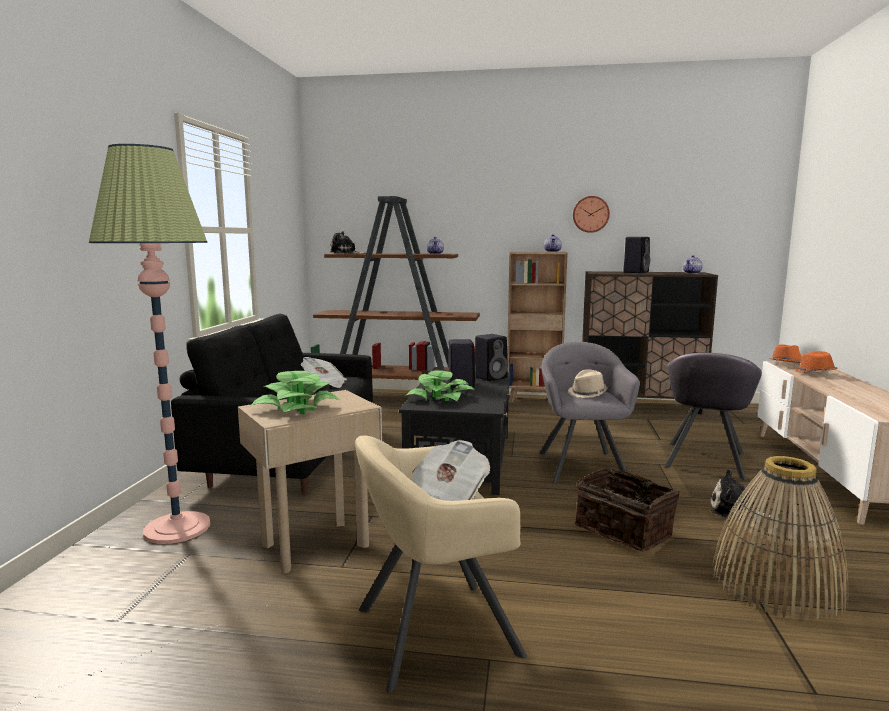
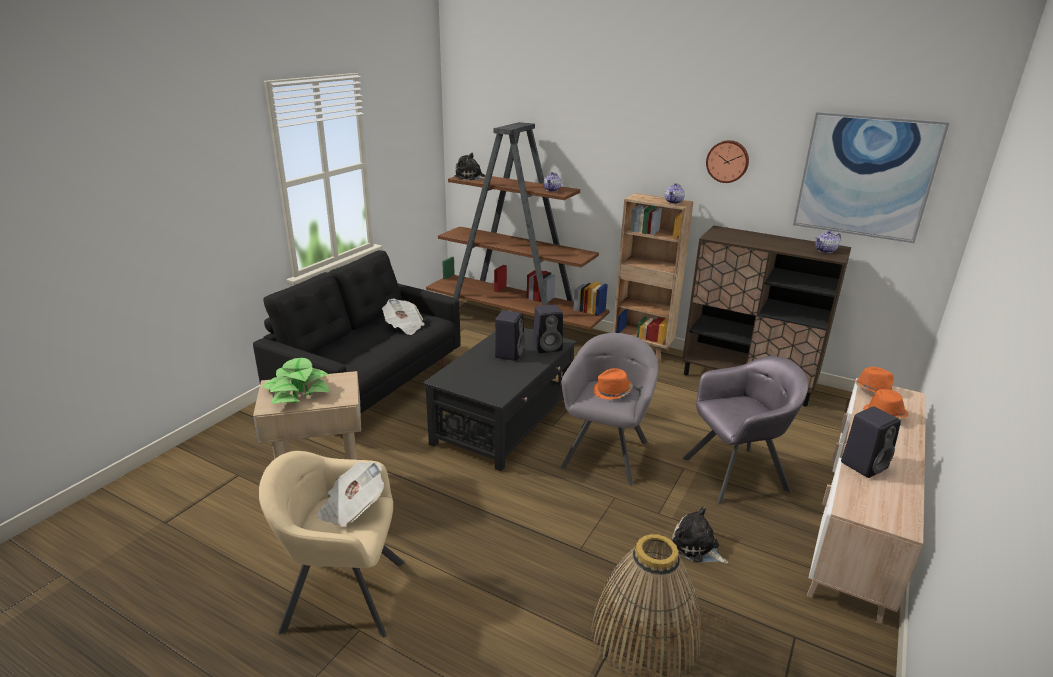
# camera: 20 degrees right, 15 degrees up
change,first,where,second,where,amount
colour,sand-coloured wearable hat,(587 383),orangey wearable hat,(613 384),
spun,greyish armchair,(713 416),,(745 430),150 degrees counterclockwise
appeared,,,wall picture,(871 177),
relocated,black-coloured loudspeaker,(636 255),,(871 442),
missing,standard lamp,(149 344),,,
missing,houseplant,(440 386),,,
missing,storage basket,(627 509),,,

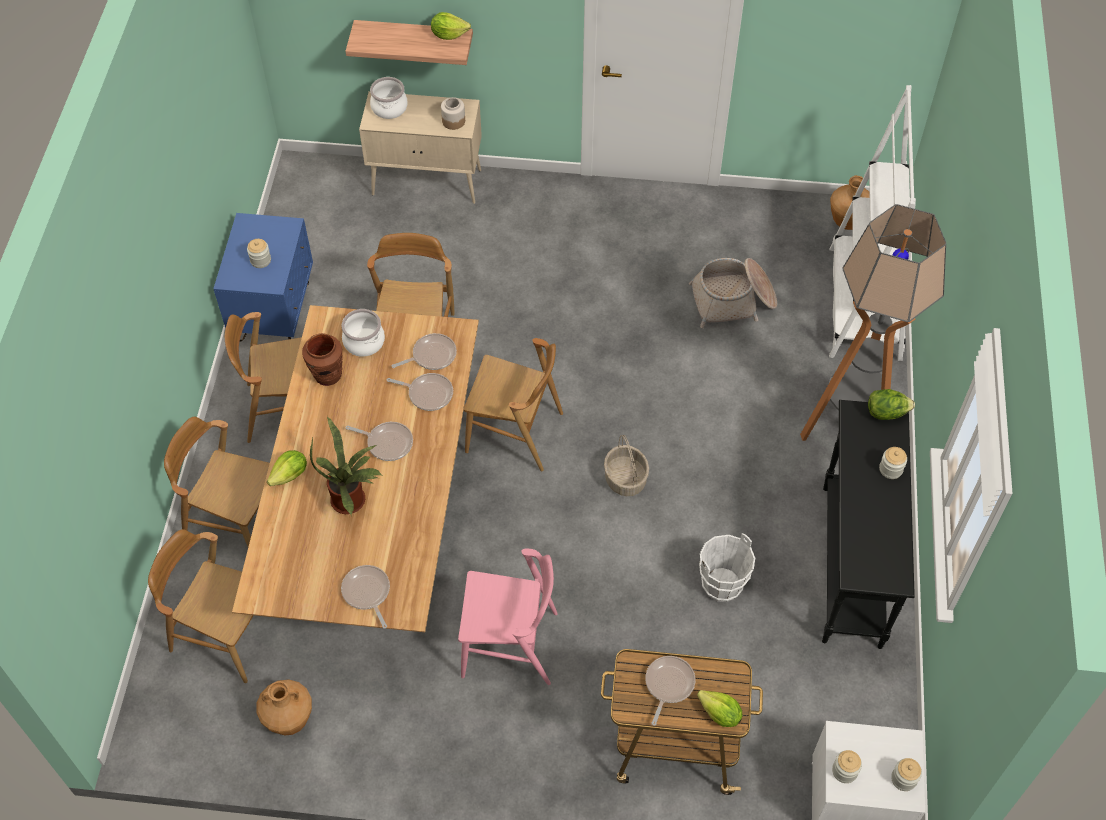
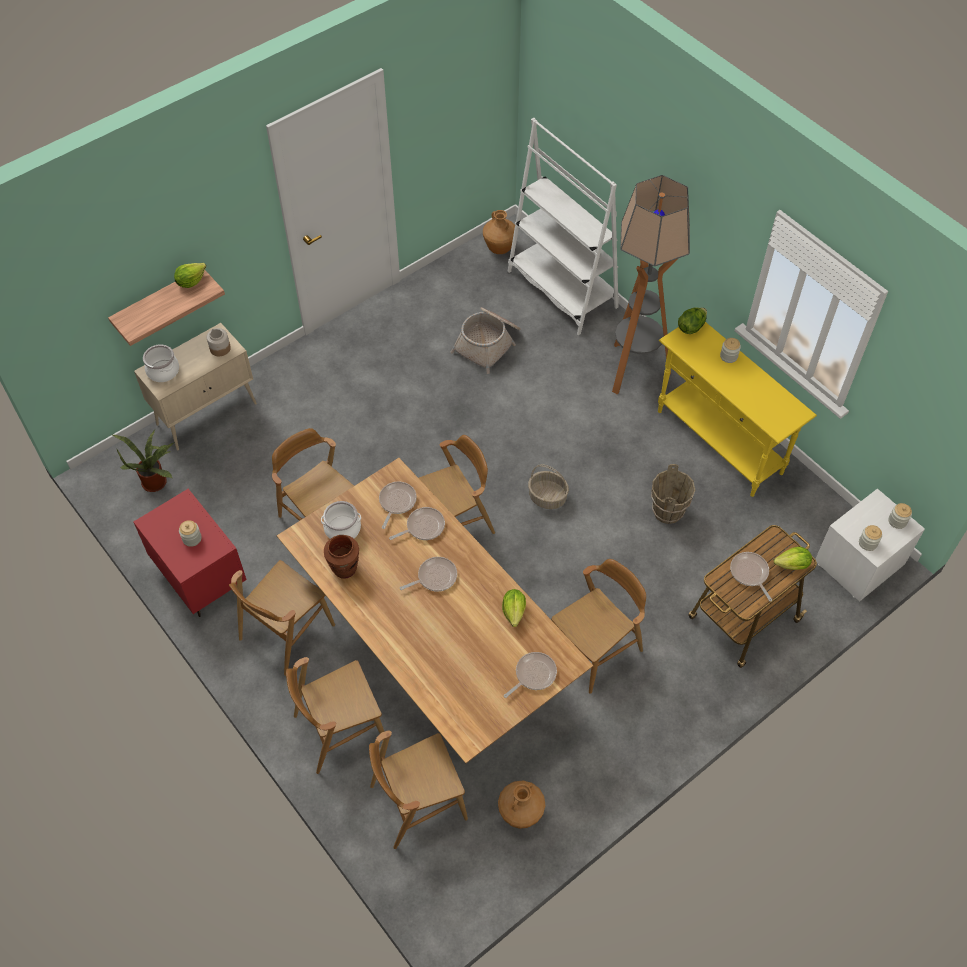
# camera: 45 degrees left, 0 degrees up
change,first,where,second,where,amount
relocated,houseplant,(345 466),,(144 461),
colour,blue-coloured night table,(263 277),reddish night table,(190 553),
relocated,lettuce,(287 468),,(514 608),
spun,pan,(365 597),,(530 675),120 degrees clockwise
colour,pink chair,(508 616),brown-coloured chair,(598 626),
colour,whitish water bucket,(727 567),brown-coloured water bucket,(673 494),
colour,black-coloured console table,(868 524),yellowish console table,(737 409),

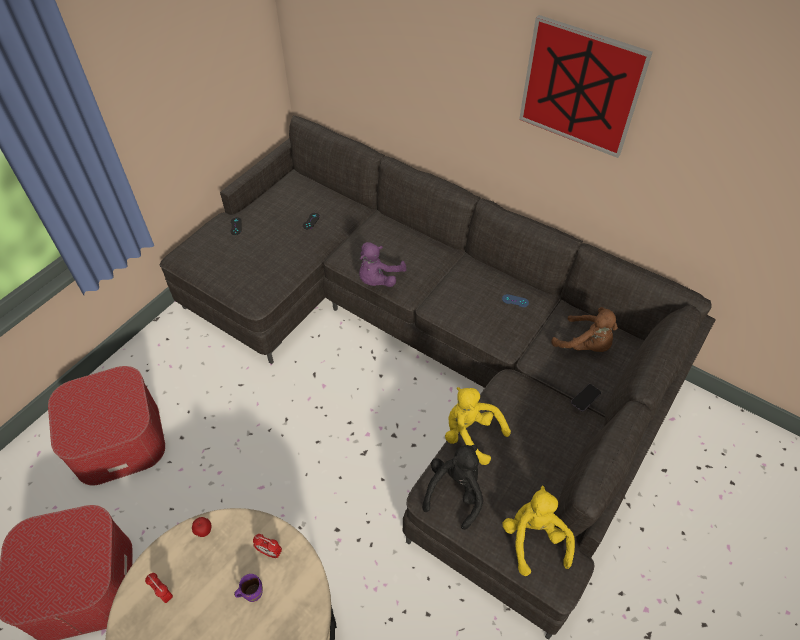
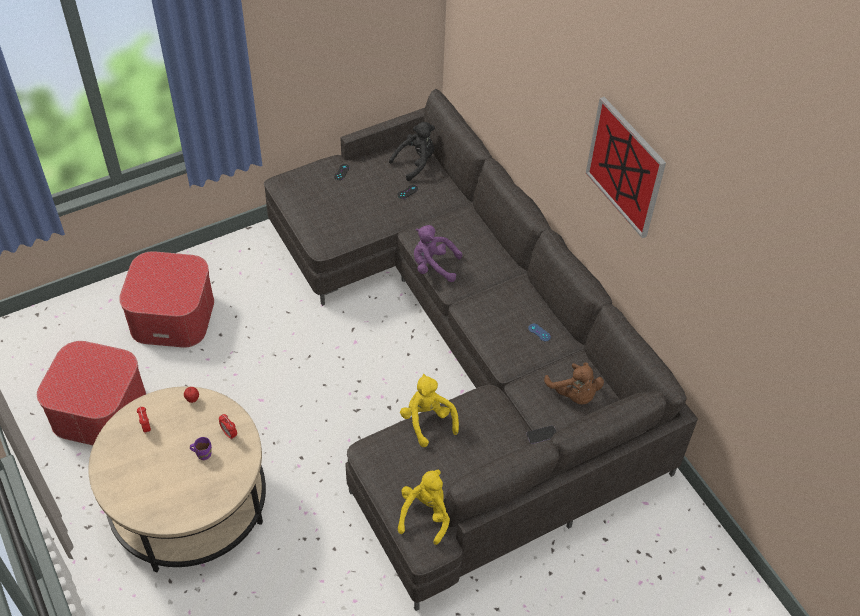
# camera: 25 degrees right, 0 degrees up
change,first,where,second,where,amount
relocated,black-coloured soft toy,(453 487),,(412 151),
spun,purplish soft toy,(382 264),,(438 253),45 degrees clockwise

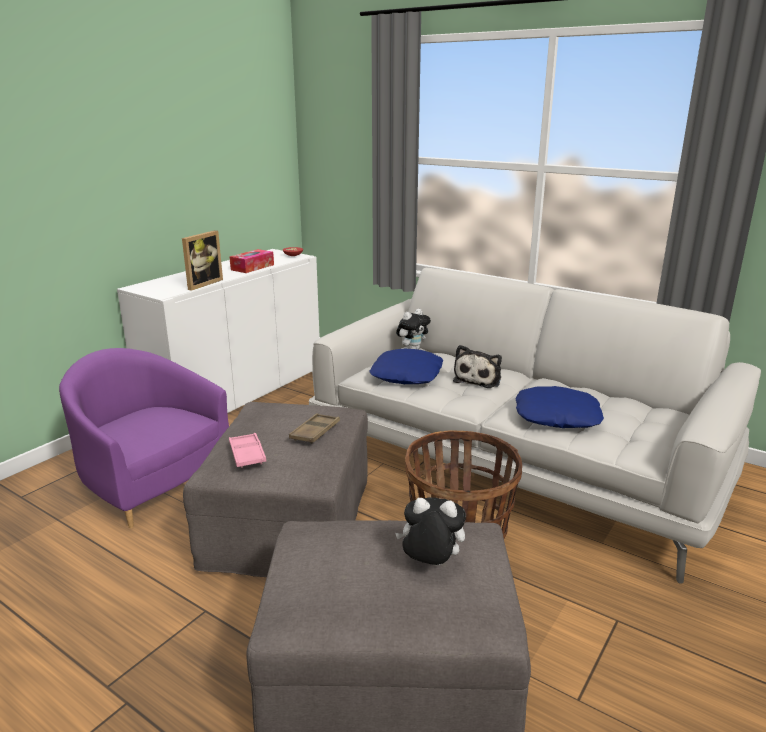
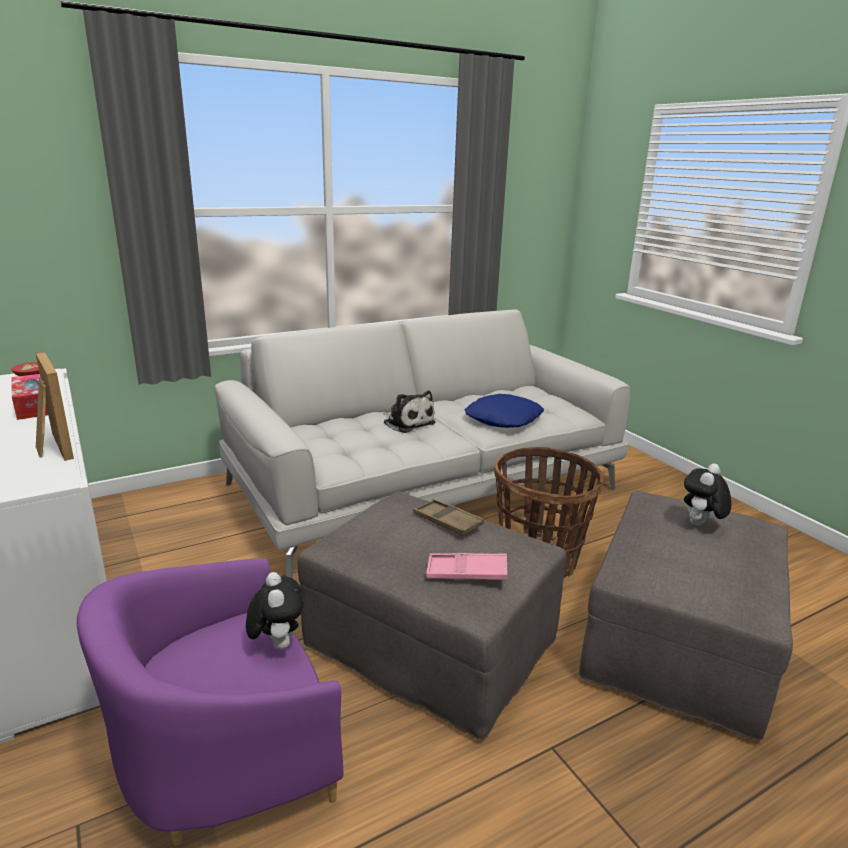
# camera: 65 degrees left, 0 degrees up
change,first,where,second,where,amount
relocated,soft toy,(413 329),,(275 611),
missing,blue-coloured pillow,(406 366),,,

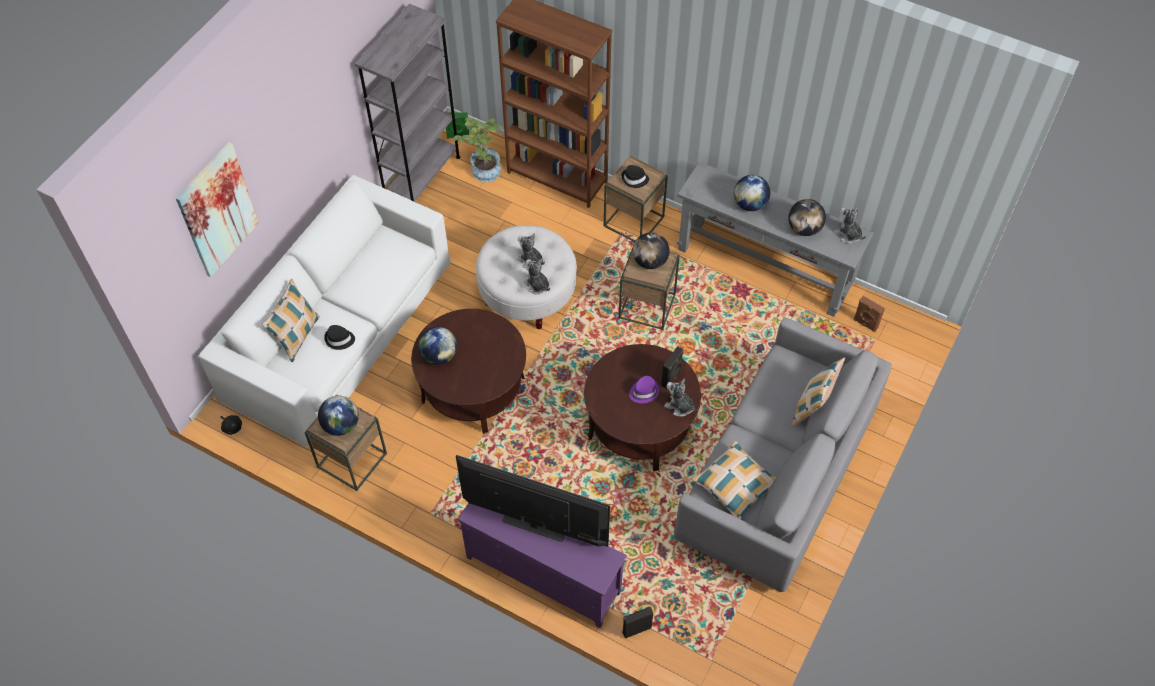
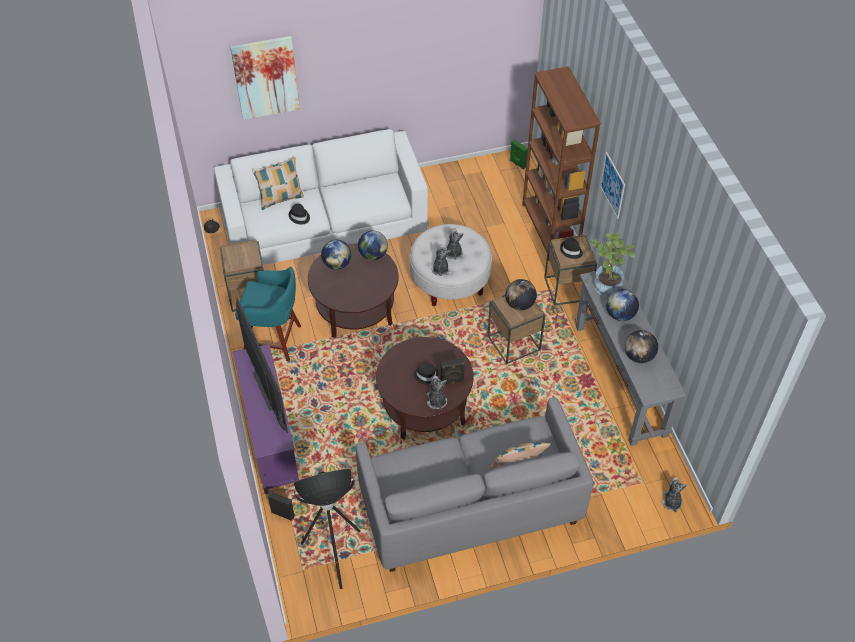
# camera: 45 degrees right, 5 degrees down
change,first,where,second,where,amount
appeared,,,turquoise sitting stool,(268 314),
appeared,,,standard lamp,(326 529),
relocated,desk globe,(338 416),,(373 245),
colour,purplish wearable hat,(644 389),black-coloured wearable hat,(426 374),
relocated,houseplant,(477 149),,(612 264),
appeared,,,wall picture,(612 185),
relocated,soft toy,(850 225),,(674 494),
missing,greyish bookcase,(407 103),,,
missing,pillow,(733 480),,,
missing,brown-coloured loudspeaker,(869 314),,,

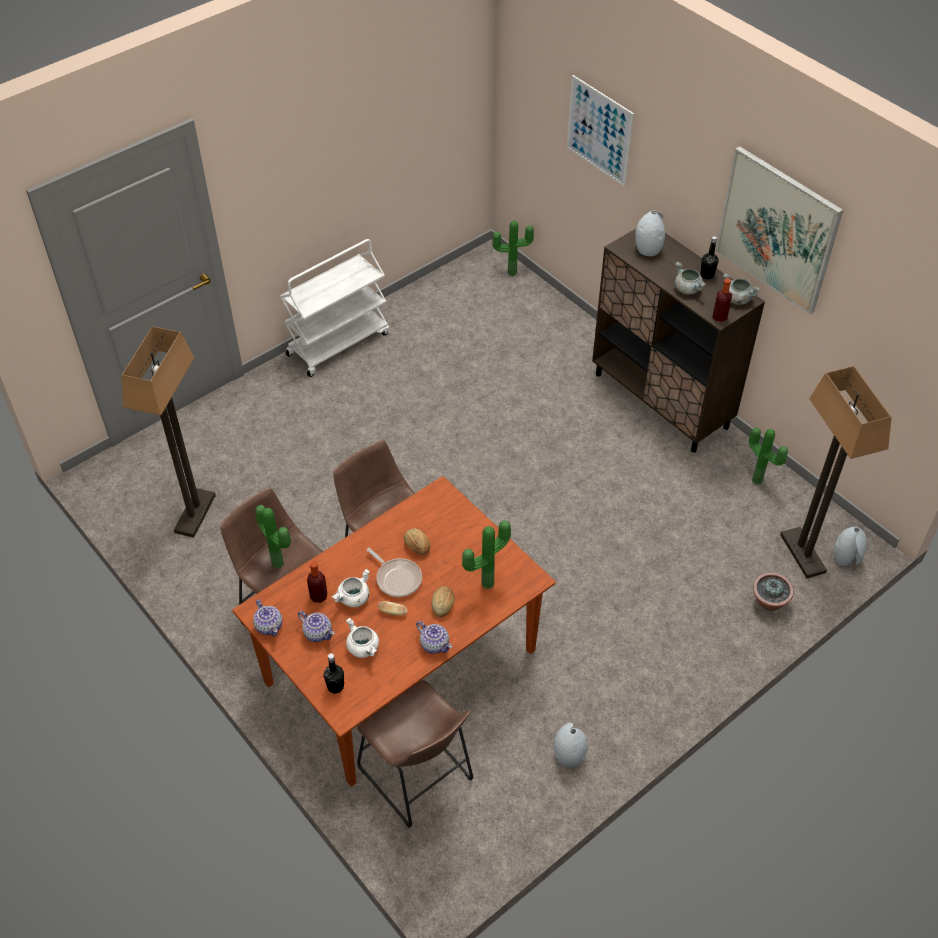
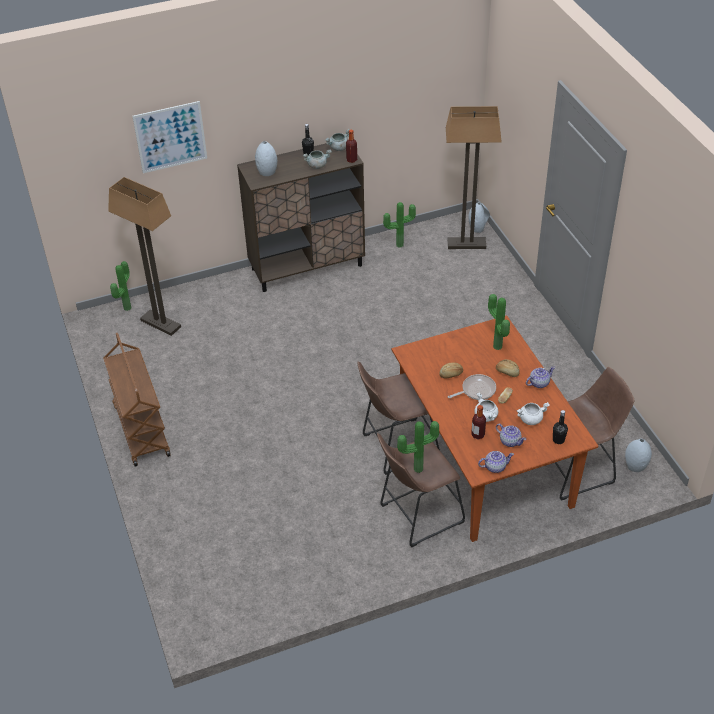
# camera: 70 degrees left, 5 degrees down
change,first,where,second,where,amount
colour,whitish trolley,(334 308),brown-coloured trolley,(137 400),
relocated,standard lamp,(168 431),,(144 256),
spun,tea pot,(316 626),,(511 435),75 degrees clockwise
relocated,greyish flower vase,(571 745),,(638 455),
missing,wall picture,(779 230),,,
missing,houseplant,(773 592),,,

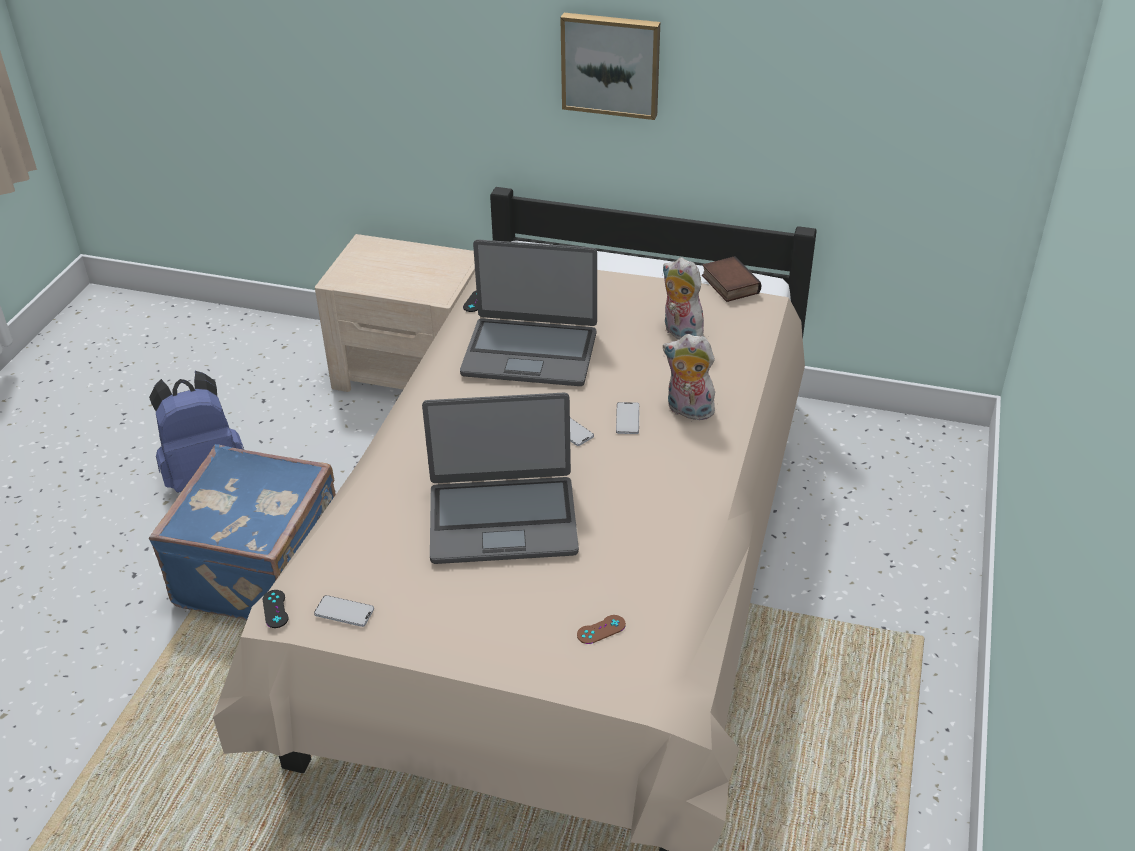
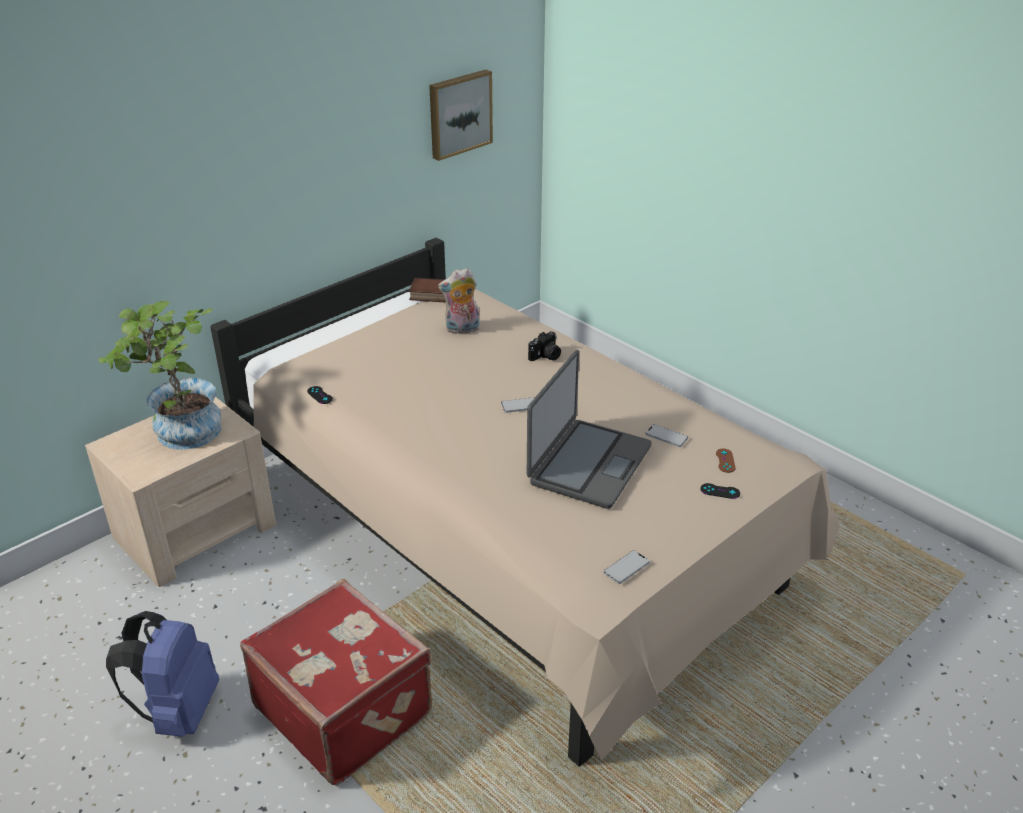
# camera: 60 degrees left, 5 degrees down
change,first,where,second,where,amount
appeared,,,houseplant,(159 375),
colour,blue-coloured piece of luggage,(242 532),reddish piece of luggage,(336 682),
relocated,wall picture,(610 66),,(461 115),
exchanged,soft toy,(689 377),still camera,(544 346),
relocated,phone,(627 418),,(666 435),
relocated,black-coloured gamepad,(276 609),,(720 491),
missing,notebook computer,(528 312),,,

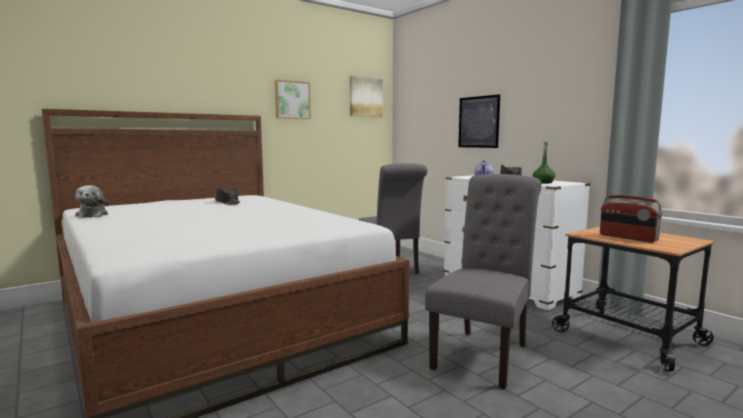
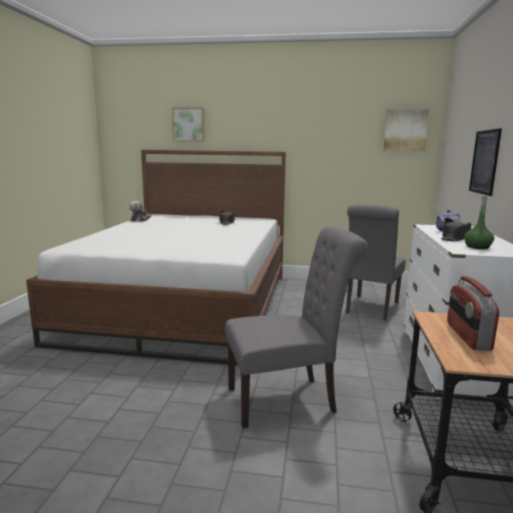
# camera: 45 degrees right, 5 degrees up
change,first,where,second,where,amount
relocated,wall picture,(293 99),,(188 124),

